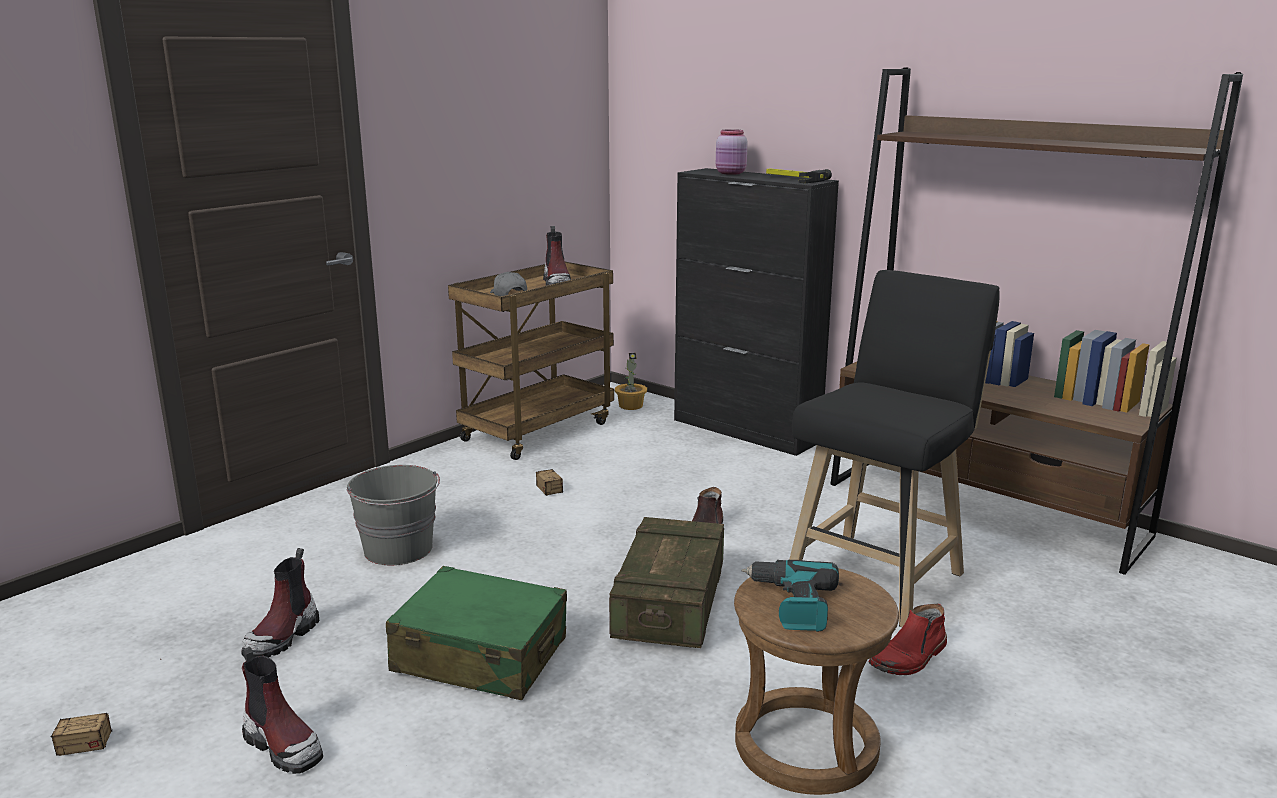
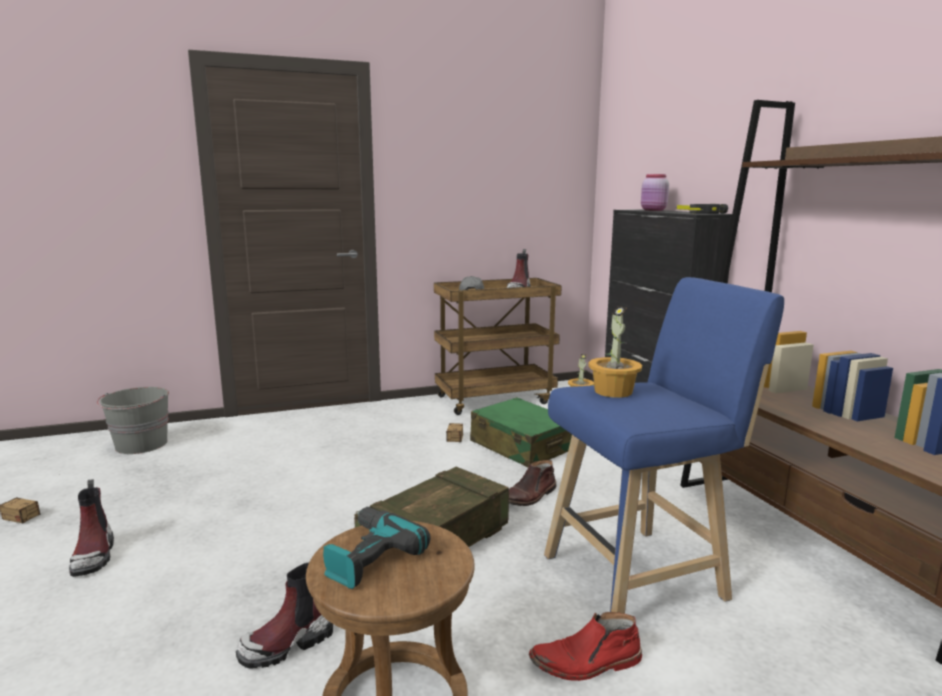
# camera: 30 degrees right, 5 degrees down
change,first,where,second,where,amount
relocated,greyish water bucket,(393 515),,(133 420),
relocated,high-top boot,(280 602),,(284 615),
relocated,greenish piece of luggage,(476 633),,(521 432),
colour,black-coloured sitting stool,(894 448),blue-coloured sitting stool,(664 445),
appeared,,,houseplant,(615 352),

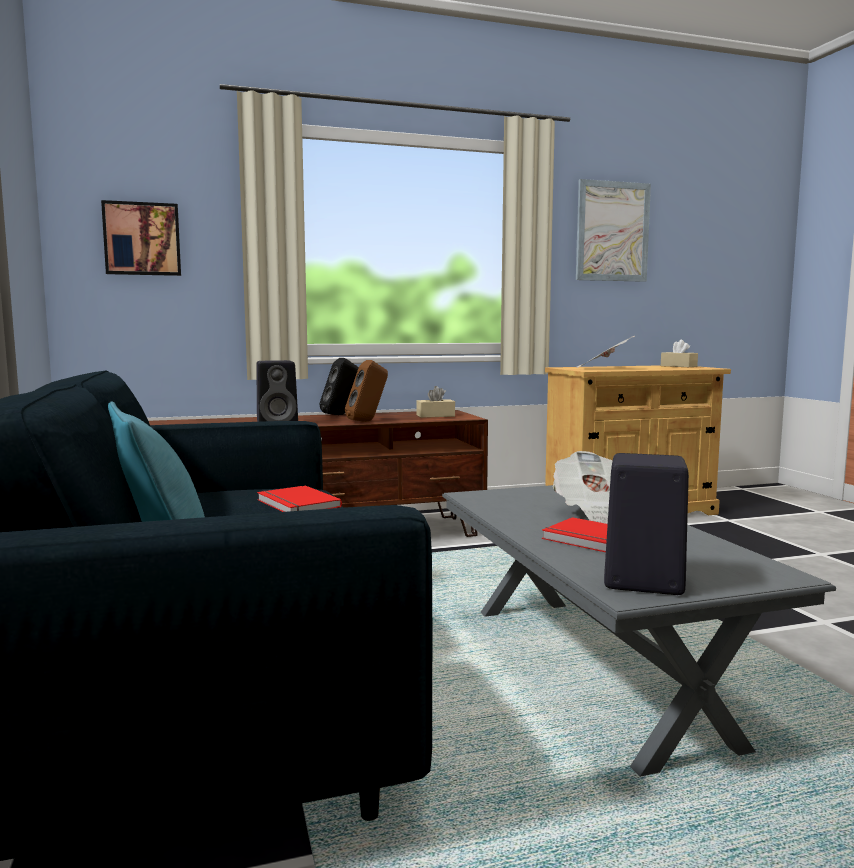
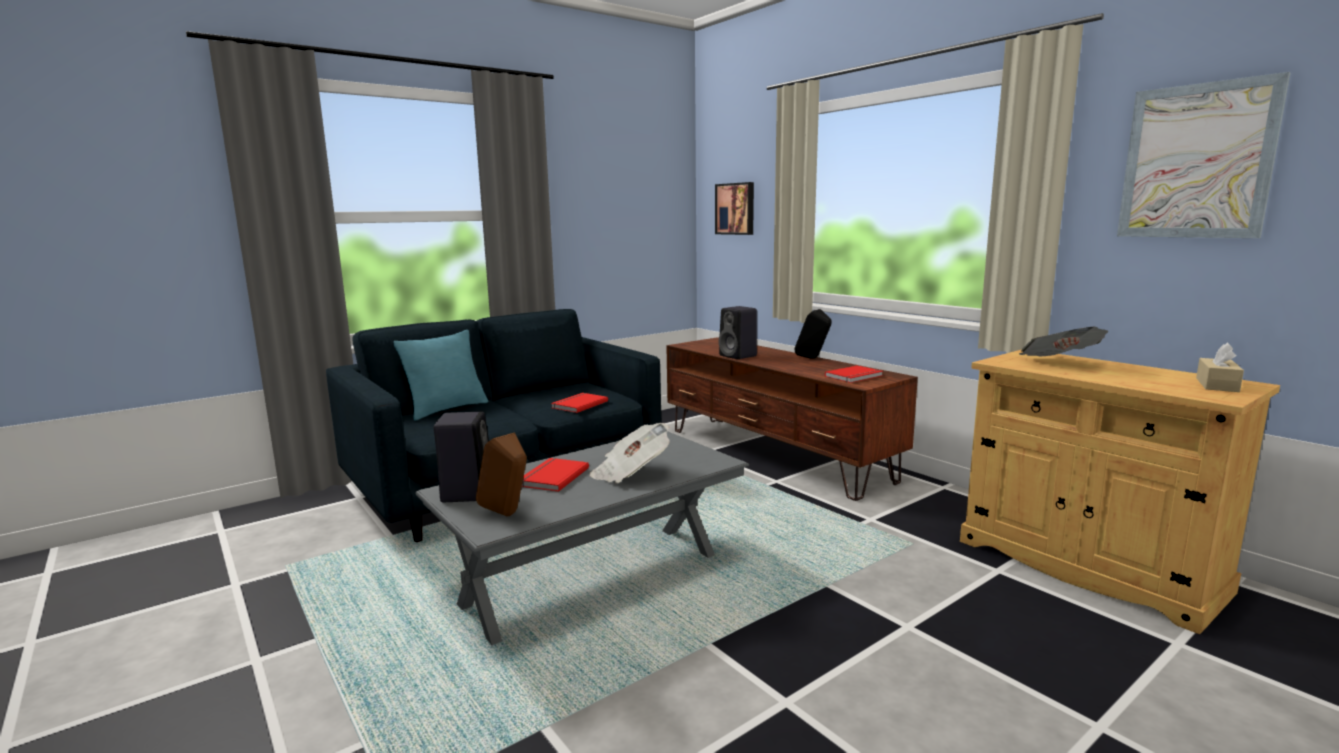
# camera: 70 degrees right, 5 degrees up
change,first,where,second,where,amount
relocated,brown-coloured loudspeaker,(366 391),,(501 474),
exchanged,sand-coloured tissue holder,(435 402),reddish book,(854 374),

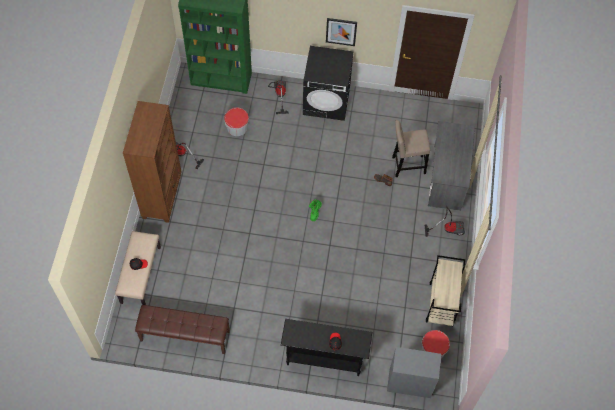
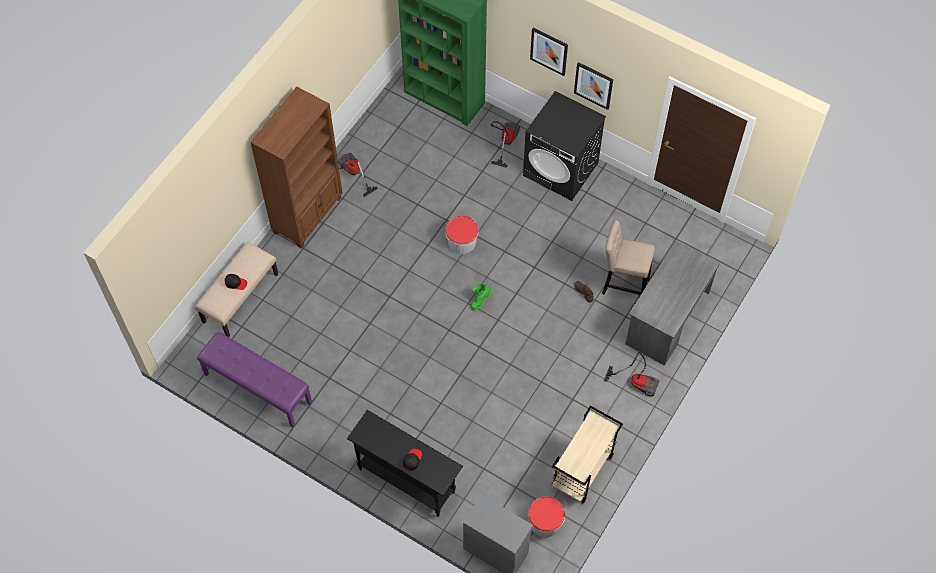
# camera: 25 degrees right, 0 degrees up
change,first,where,second,where,amount
colour,brown-coloured long seat,(182 329),purplish long seat,(254 380),
relocated,water bucket,(236 121),,(462 234),
appeared,,,wall picture,(549 52),

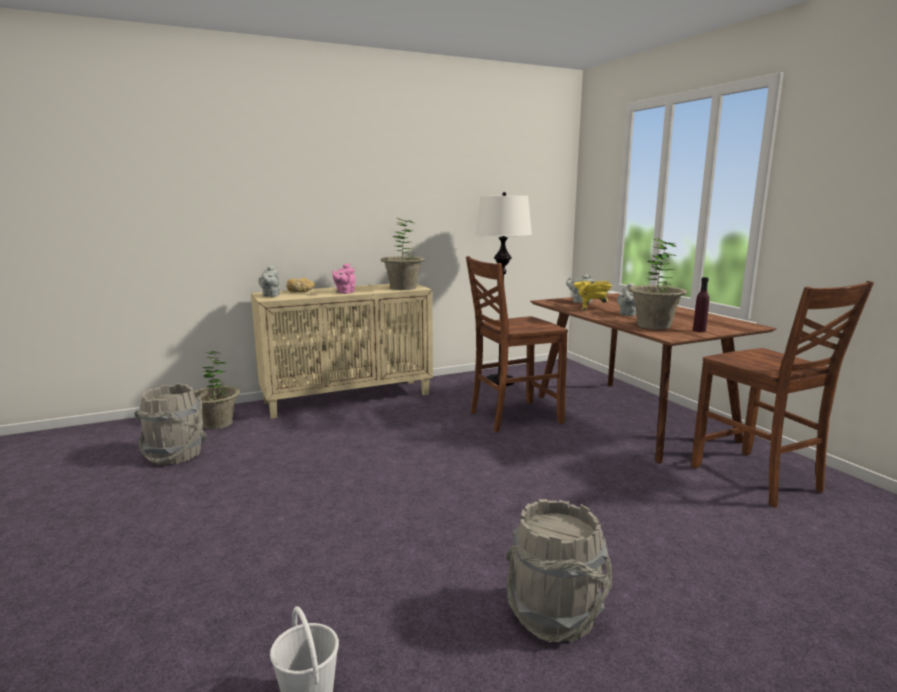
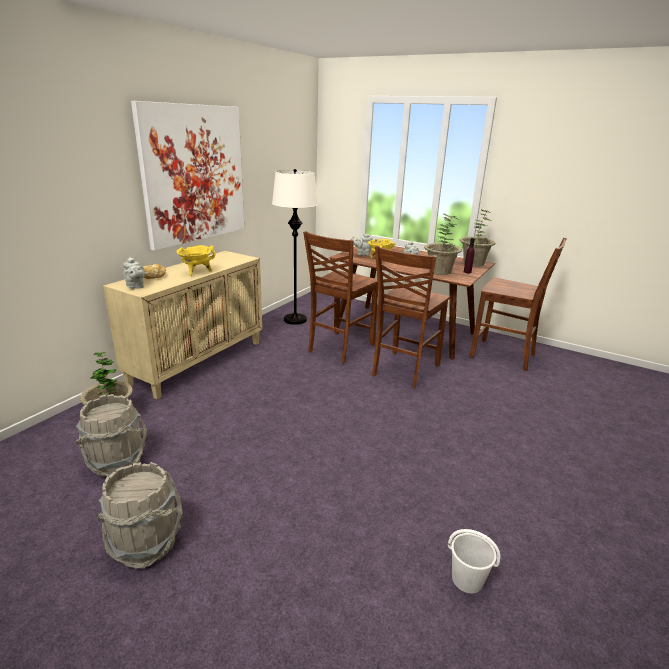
# camera: 35 degrees left, 10 degrees up
change,first,where,second,where,amount
relocated,greyish water bucket,(559 571),,(140 515),
appeared,,,wall picture,(187 176),
exchanged,pink tea pot,(344 278),yellowish stockpot,(196 260),
appeared,,,brown-coloured chair,(411 317),
relocated,houseplant,(402 254),,(478 237),

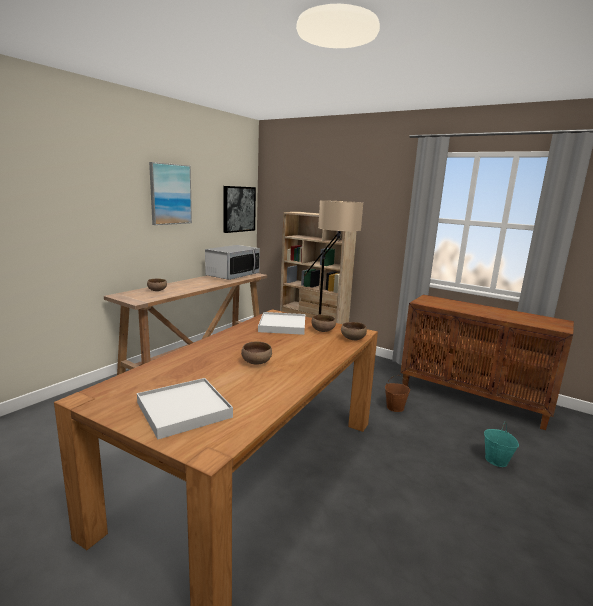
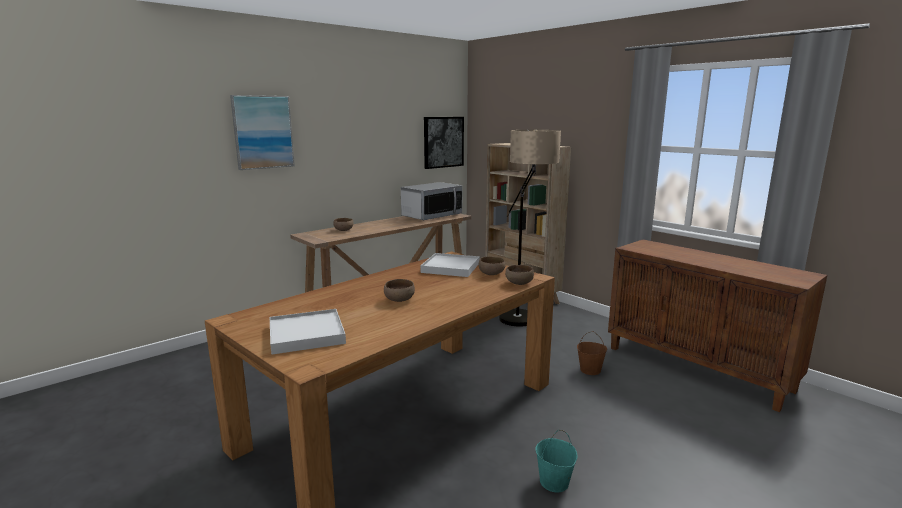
# camera: 15 degrees right, 0 degrees up
change,first,where,second,where,amount
relocated,wall picture,(170 193),,(262 132),
relocated,turquoise water bucket,(501 444),,(557 461),

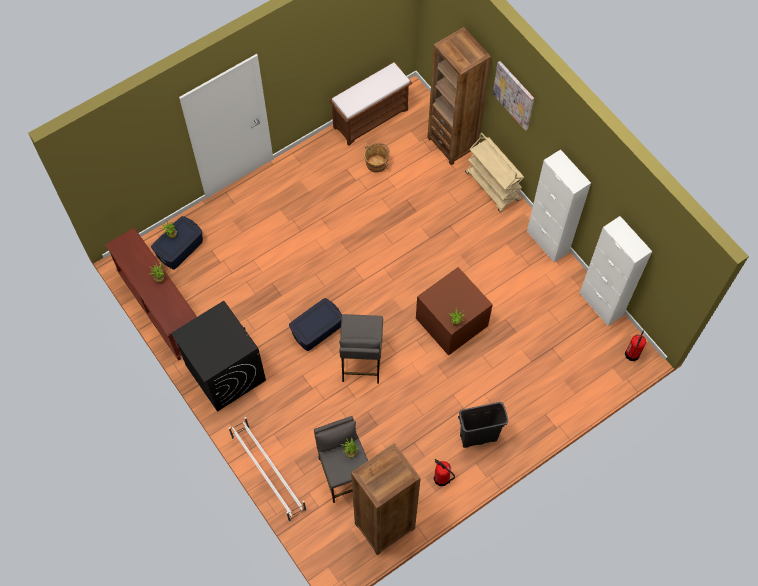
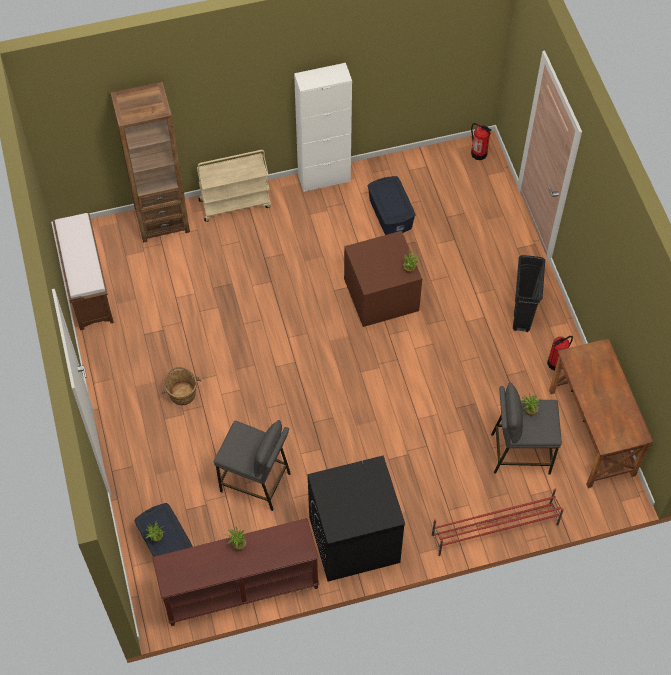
# camera: 70 degrees left, 5 degrees down
change,first,where,second,where,amount
relocated,brown-coloured water bucket,(377 158),,(181 386),
relocated,greyish sitting stool,(361 349),,(252 465),
relocated,blue-coloured storage box,(315 324),,(392 205),
colour,whitish shoe rack,(267 469),reddish shoe rack,(498 522),
exchanged,brown-coloured bookcase,(386 499),brown-coloured desk unit,(601 413),
missing,wall picture,(513 96),,,
missing,whitish storage cabinet,(615 271),,,

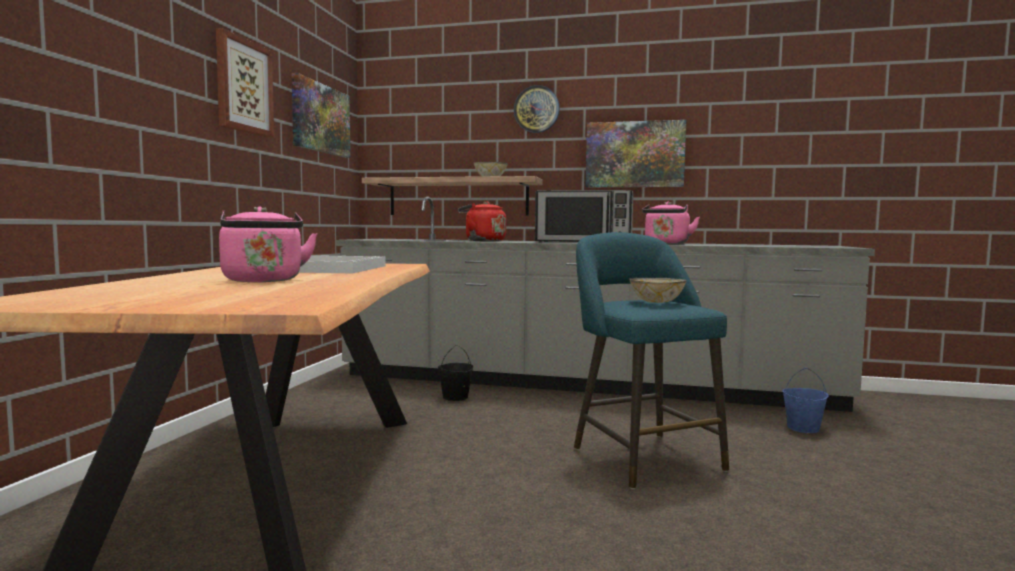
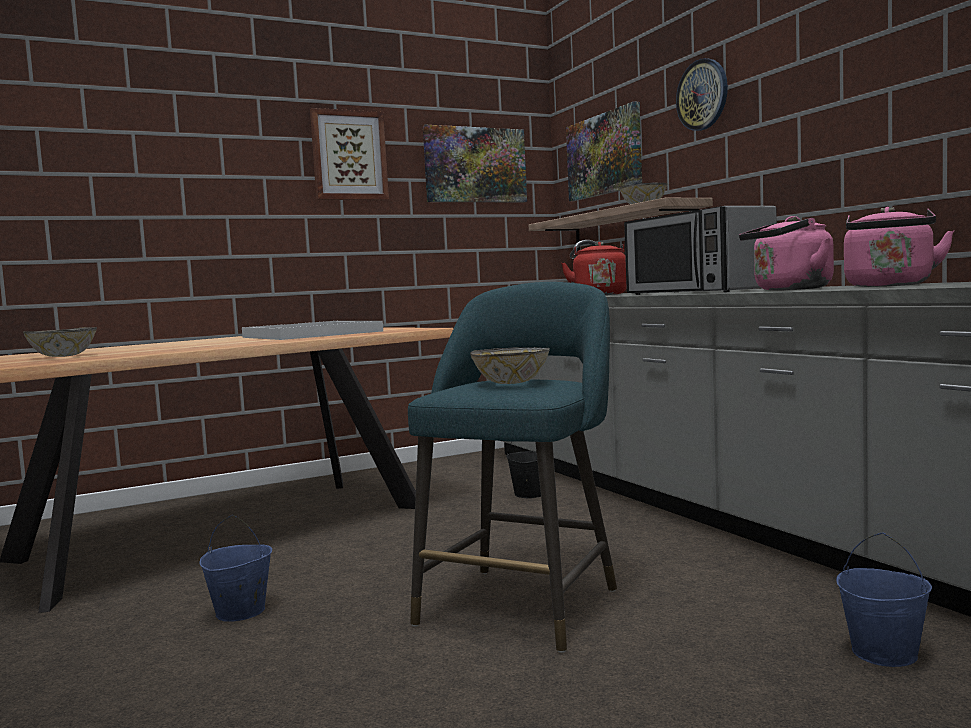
# camera: 50 degrees right, 0 degrees up
change,first,where,second,where,amount
appeared,,,serving bowl,(60 342),
appeared,,,blue-coloured water bucket,(236 568),
relocated,wall picture,(635 153),,(604 151),
relocated,pink water kettle,(268 244),,(899 247),

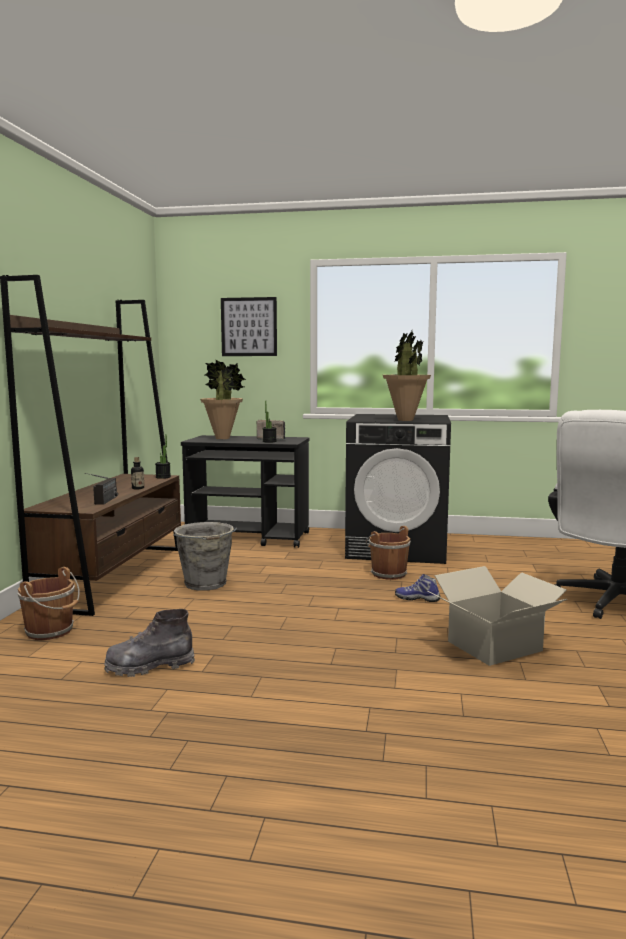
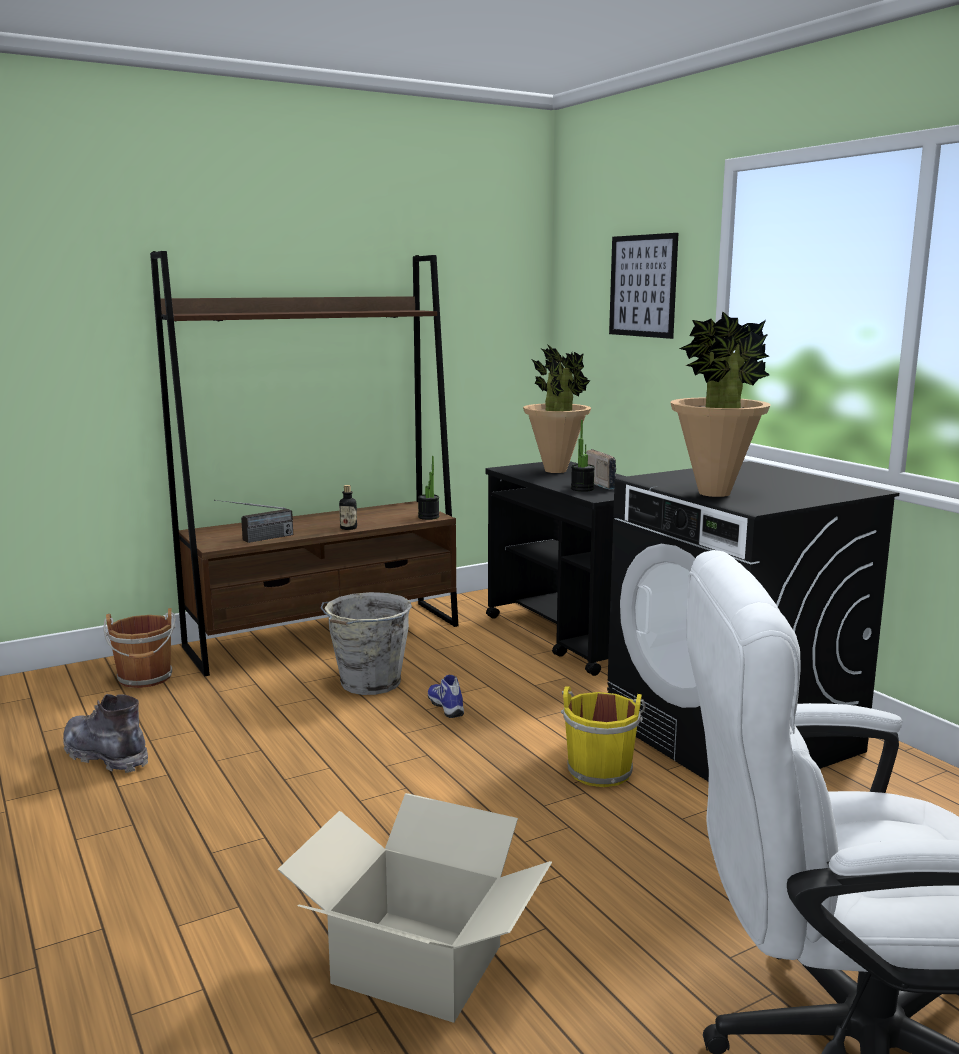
# camera: 50 degrees right, 5 degrees up
change,first,where,second,where,amount
relocated,item of footwear,(417 588),,(446 696),
colour,brown-coloured water bucket,(388 553),yellowish water bucket,(603 736),

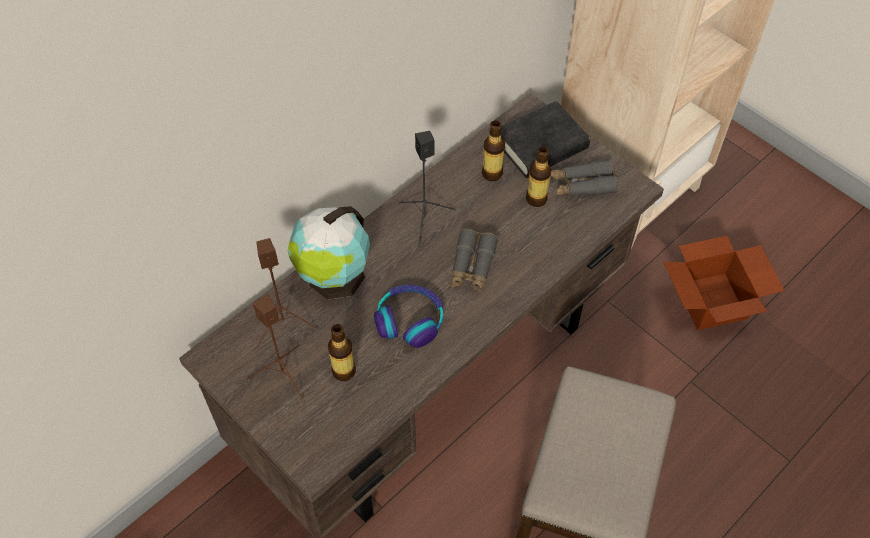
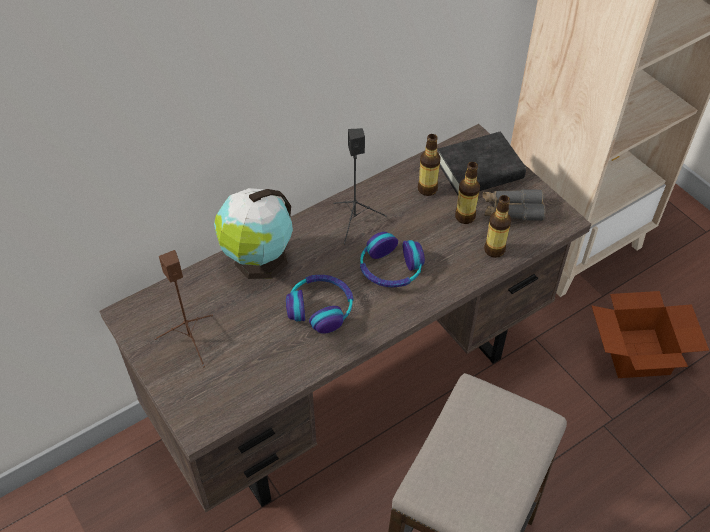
# camera: 10 degrees right, 5 degrees down
change,first,where,second,where,amount
exchanged,greyish pair of binoculars,(474 261),headphones,(392 259),
relocated,beverage bottle,(342 352),,(497 226),
missing,brown-coloured loudspeaker,(287 292),,,

